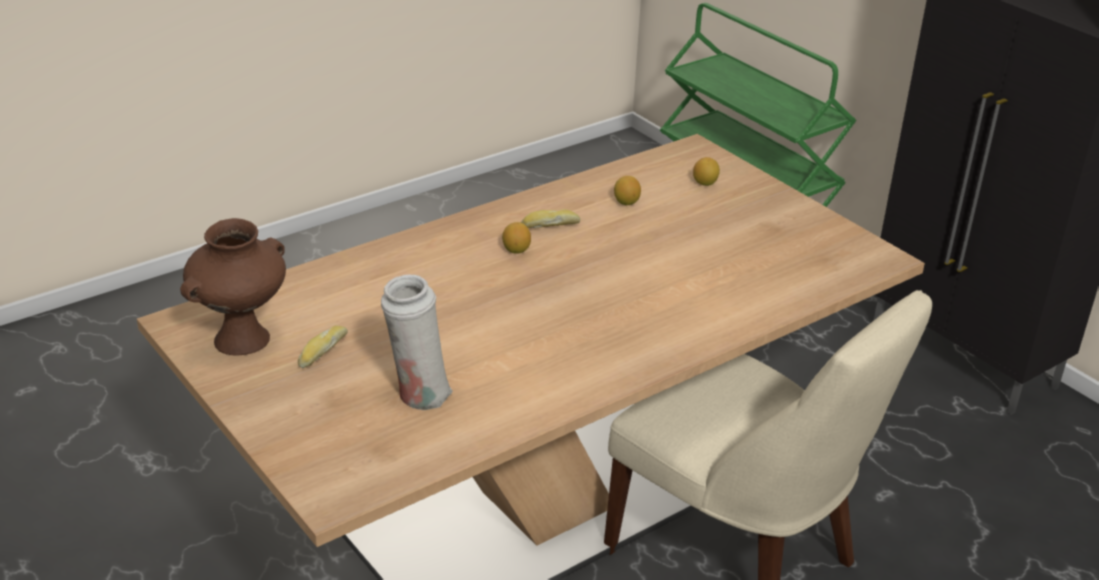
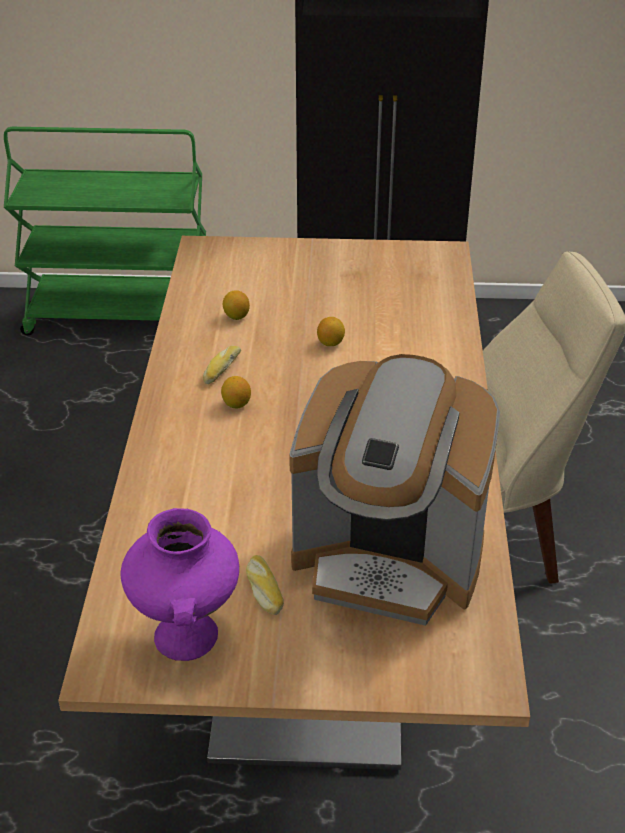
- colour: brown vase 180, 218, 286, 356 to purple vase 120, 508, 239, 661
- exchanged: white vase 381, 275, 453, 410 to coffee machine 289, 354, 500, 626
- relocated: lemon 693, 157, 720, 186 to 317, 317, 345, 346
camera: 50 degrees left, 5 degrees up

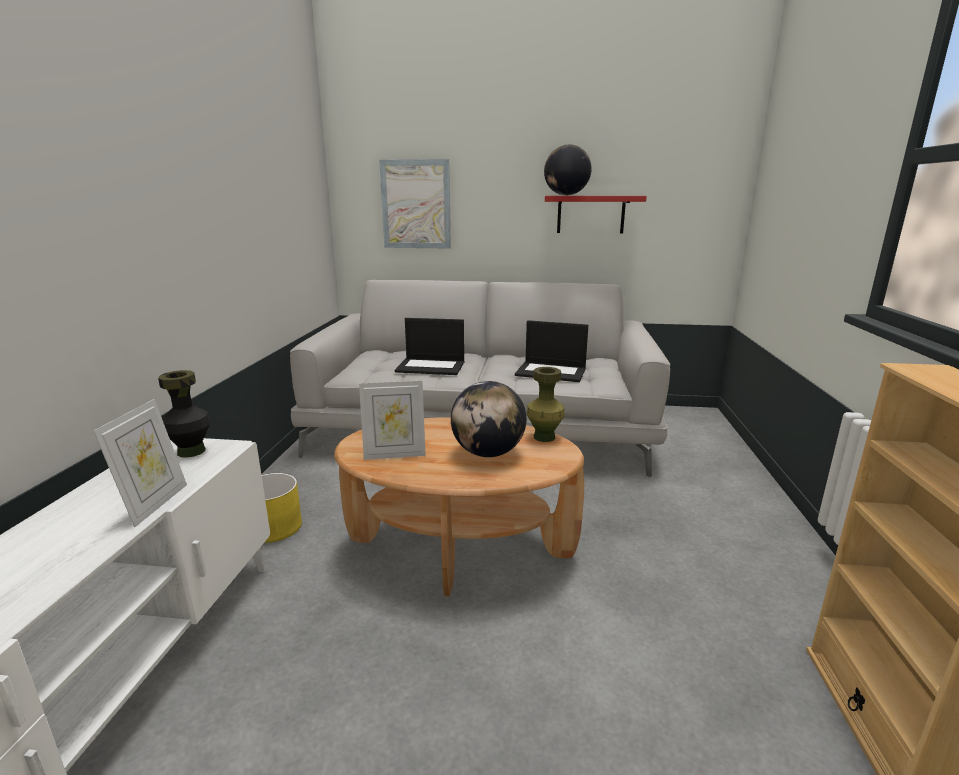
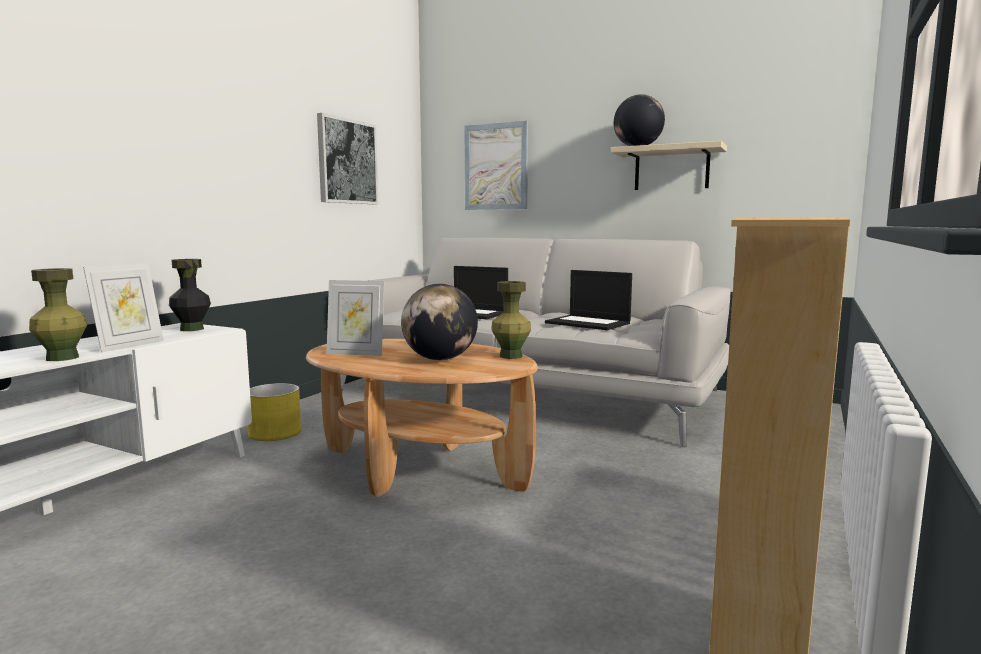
- appeared: green vase 29, 268, 87, 361
- appeared: picture 317, 113, 378, 204
- colour: red shelf 545, 196, 647, 234 to beige shelf 611, 141, 727, 190
camera: 20 degrees right, 10 degrees down

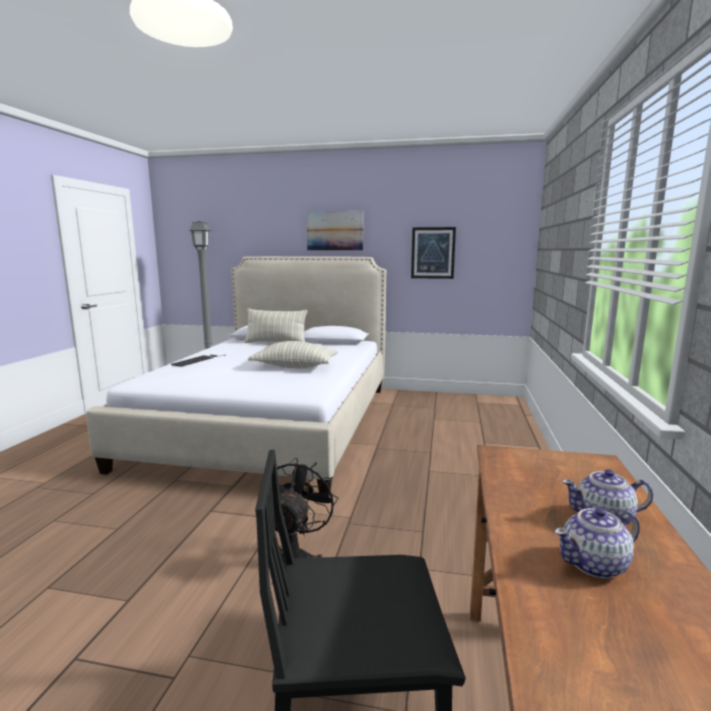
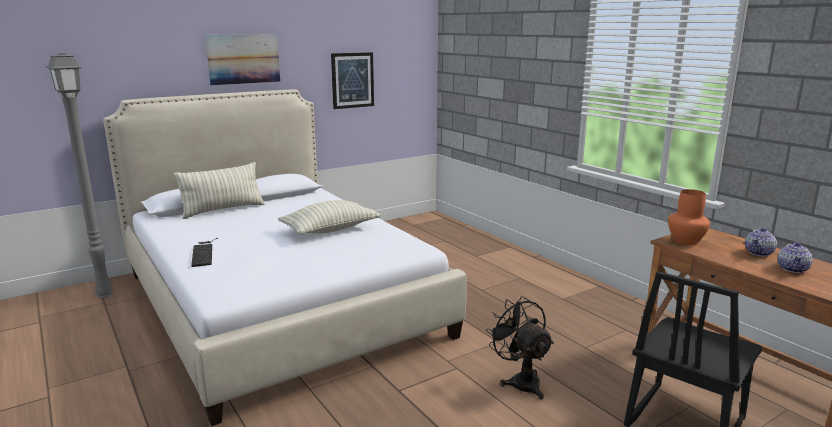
- appeared: orange vase 668, 189, 710, 245
camera: 45 degrees left, 5 degrees up

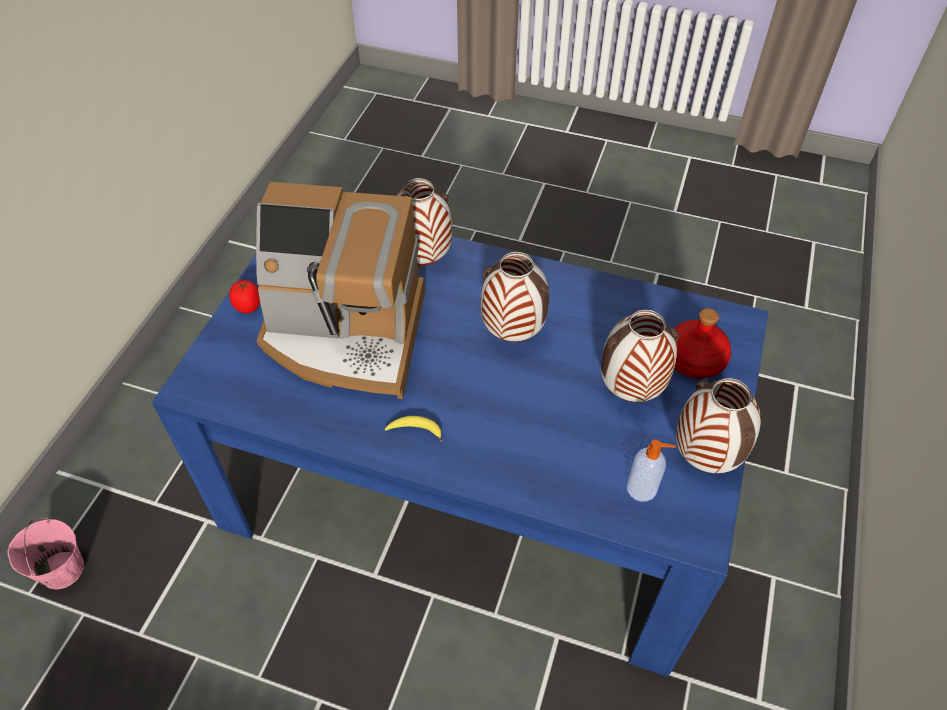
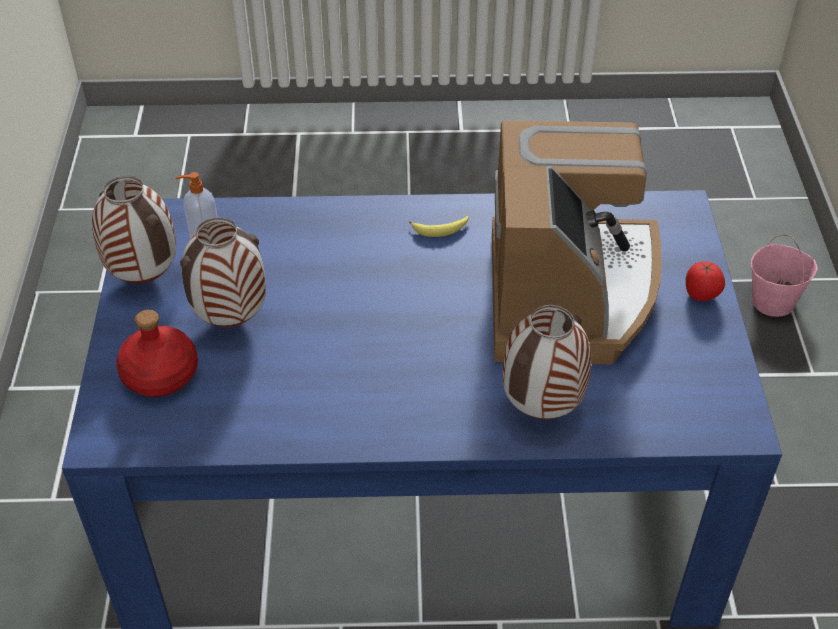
- spun: coffee machine 256, 182, 425, 399 = 492, 120, 662, 365 105 degrees clockwise
- missing: vase 481, 252, 549, 342
camera: 160 degrees right, 5 degrees down

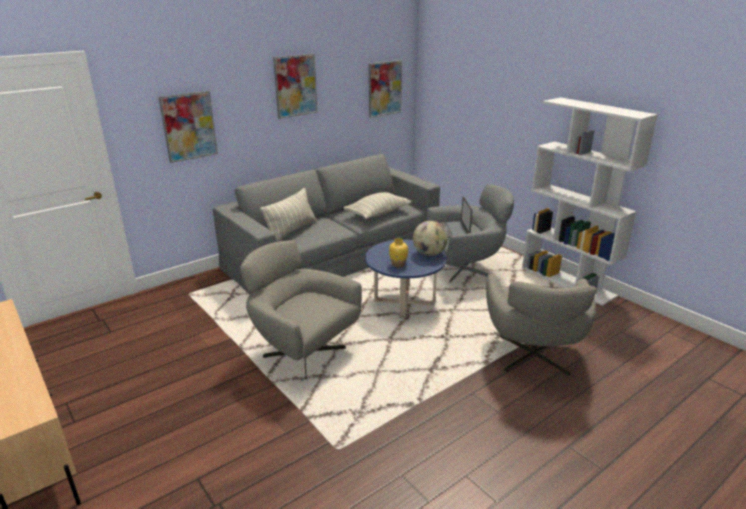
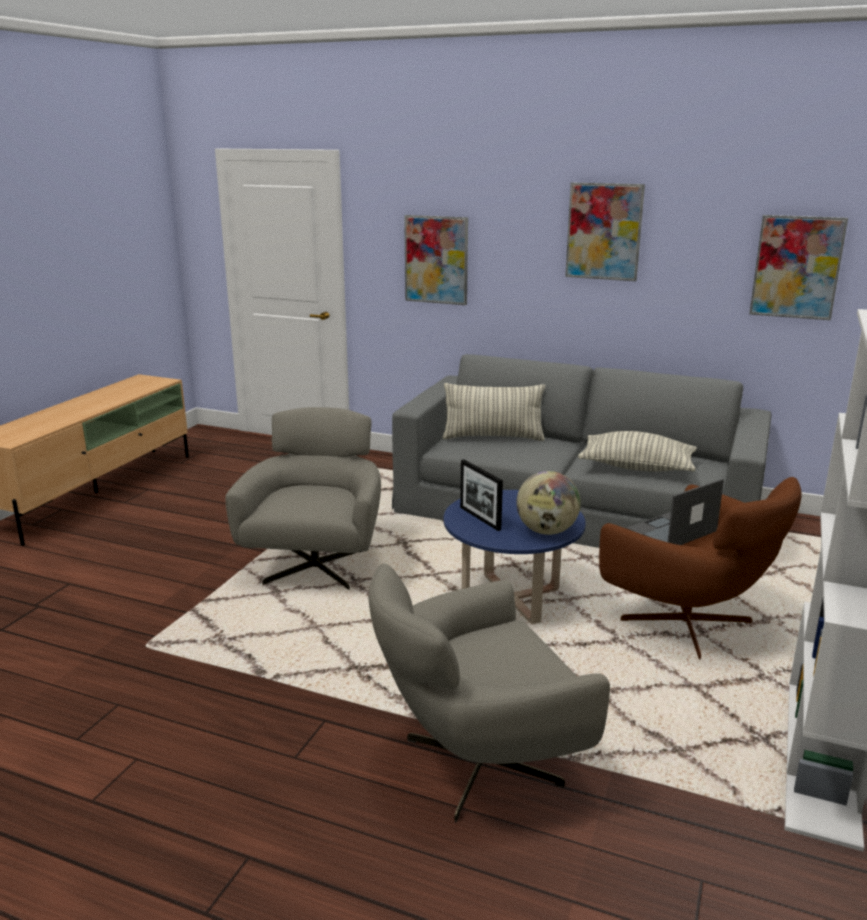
- exchanged: yellow vase 389, 238, 408, 267 to picture frame 460, 459, 503, 531
- colour: grey armchair 426, 184, 514, 283 to brown armchair 599, 477, 802, 659
camera: 60 degrees right, 5 degrees down

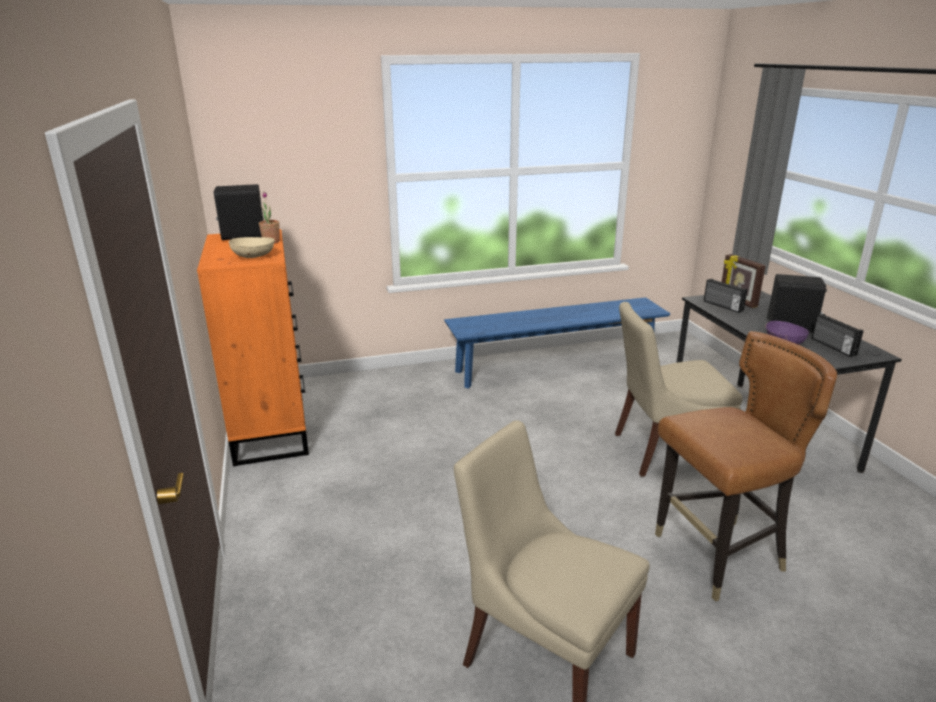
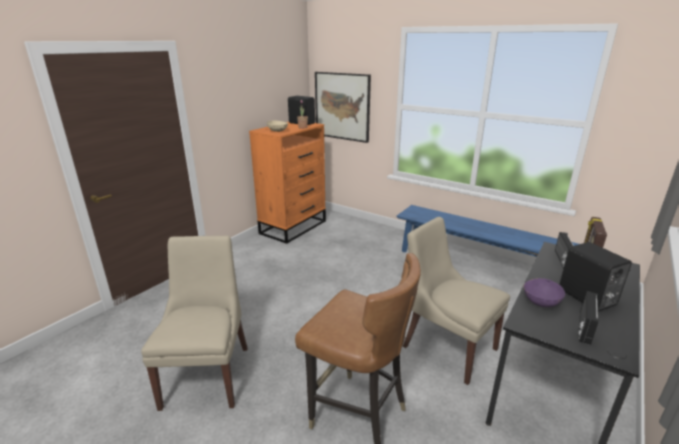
- appeared: picture 315, 72, 371, 143
camera: 50 degrees right, 0 degrees up

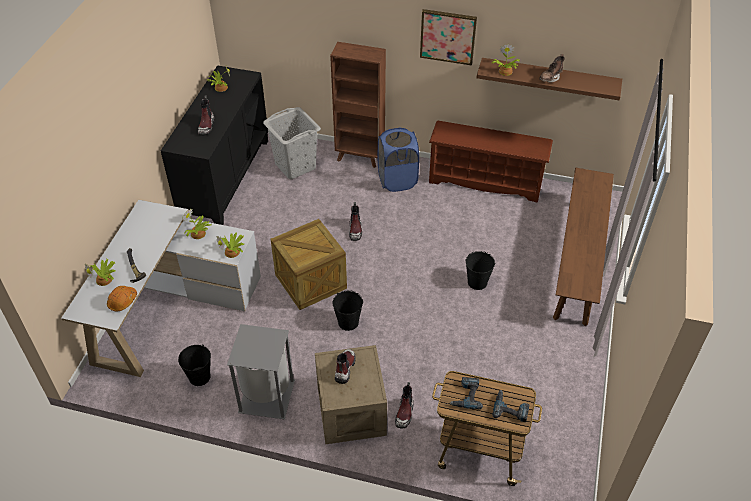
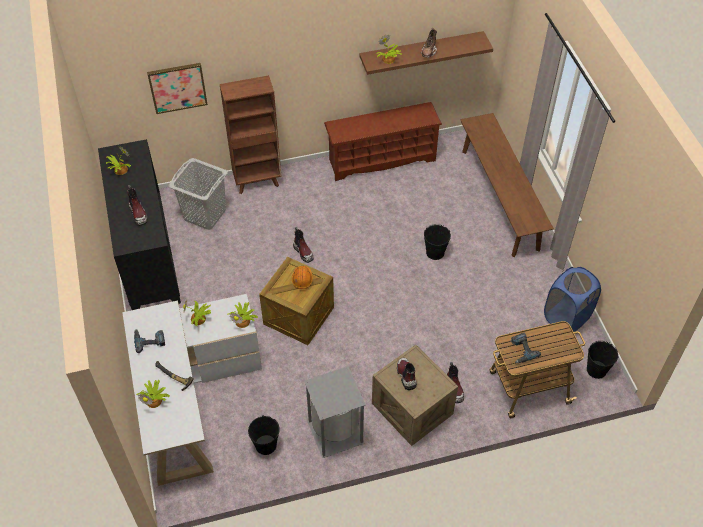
- relocated: power drill 492, 390, 530, 422 to 134, 329, 165, 353
- relocated: picture 420, 9, 477, 66 to 147, 63, 208, 114
- relocated: orange hard hat 107, 286, 137, 311 to 292, 266, 313, 289
- relocated: blue laundry basket 378, 127, 419, 192 to 544, 267, 601, 333
- relocated: black bucket 333, 290, 363, 331 to 587, 341, 619, 379
camera: 30 degrees left, 5 degrees up

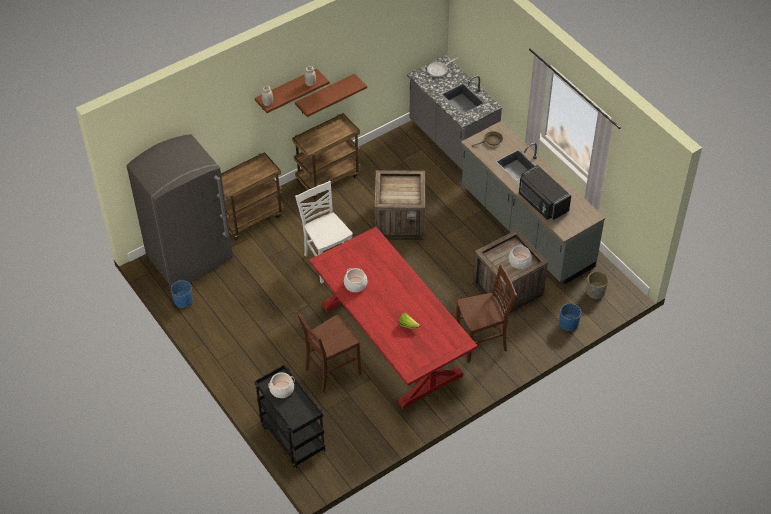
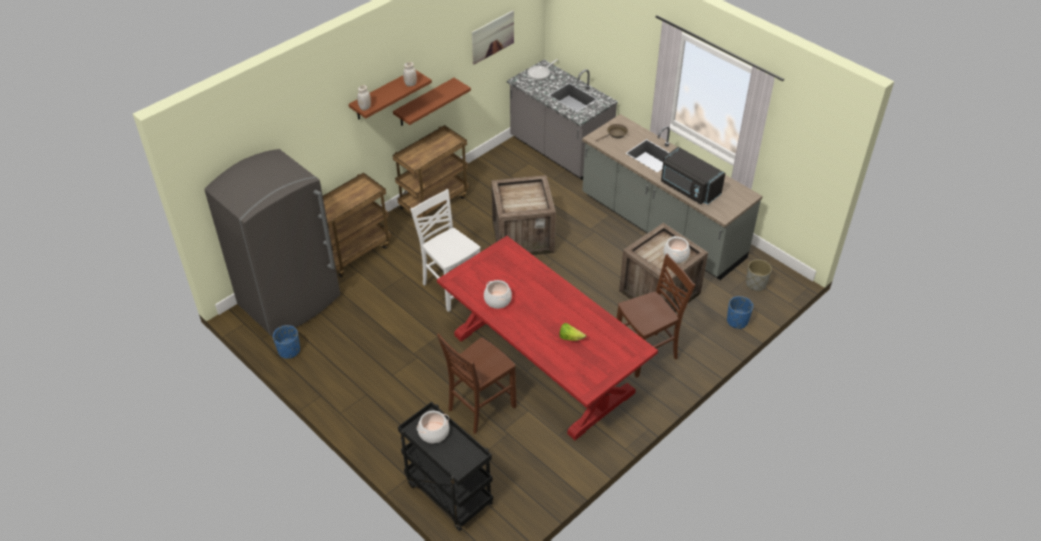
- appeared: picture 472, 10, 514, 65
camera: 10 degrees left, 5 degrees down

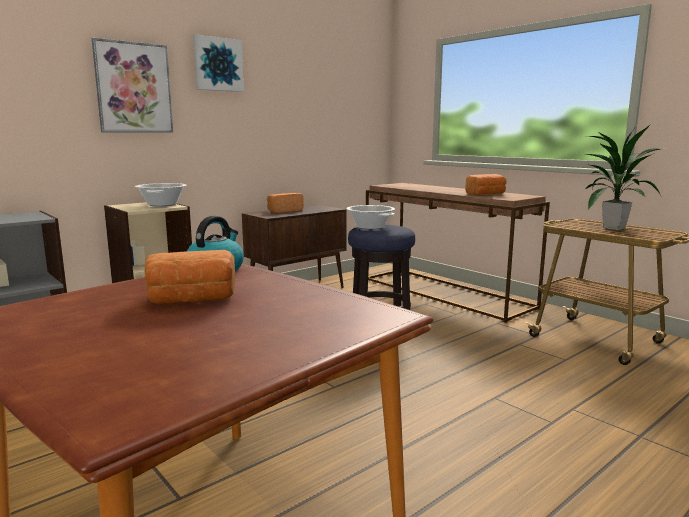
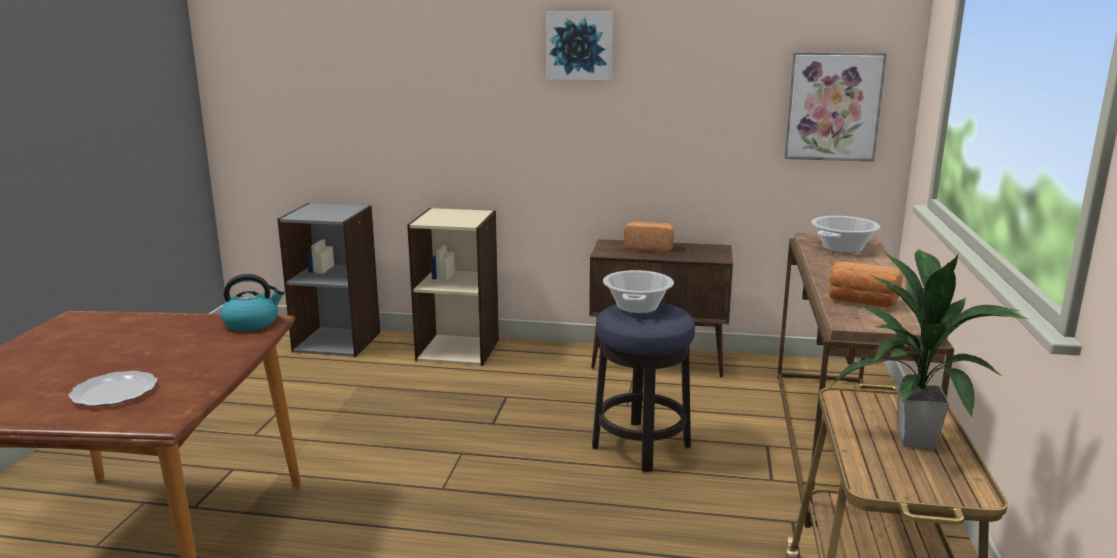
- appeared: plate 69, 371, 158, 406
- relocated: picture 92, 38, 173, 132 to 785, 52, 887, 162
- relocated: cooking pot 135, 183, 186, 206 to 811, 216, 880, 253
- missing: bread 145, 250, 235, 304
camera: 50 degrees right, 5 degrees up

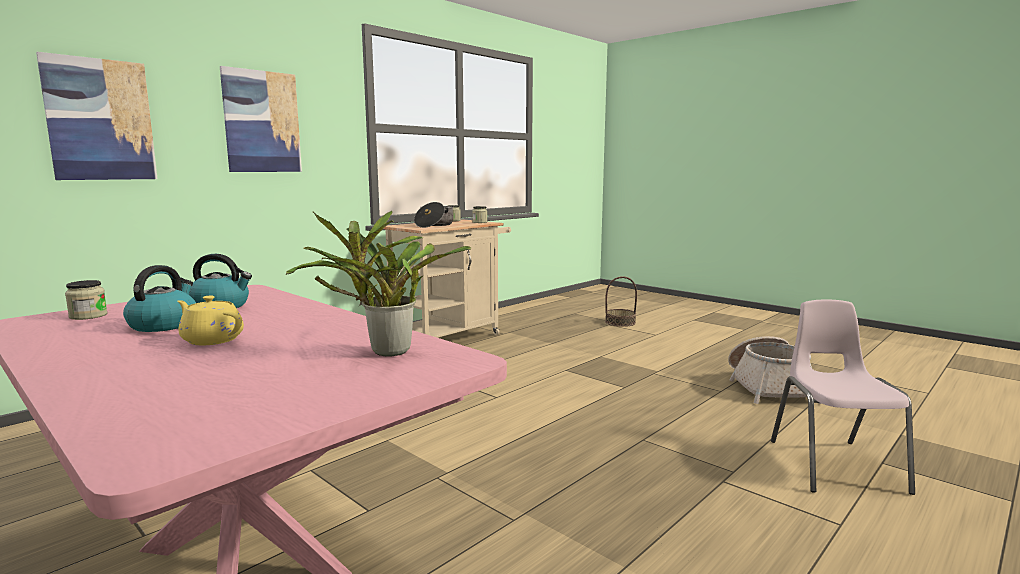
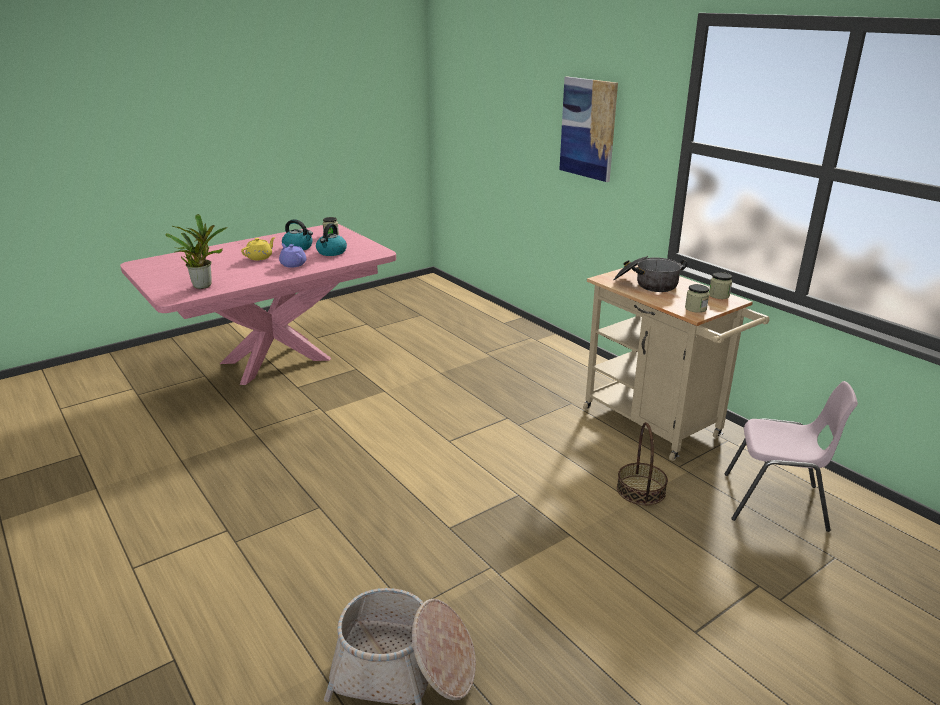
- appeared: purple teapot 279, 243, 307, 268
- relocated: basket 605, 276, 637, 327 to 617, 422, 668, 505
- relocated: pink chair 771, 300, 915, 495 to 725, 381, 858, 532
- missing: picture 36, 52, 158, 180
camera: 100 degrees right, 15 degrees up

